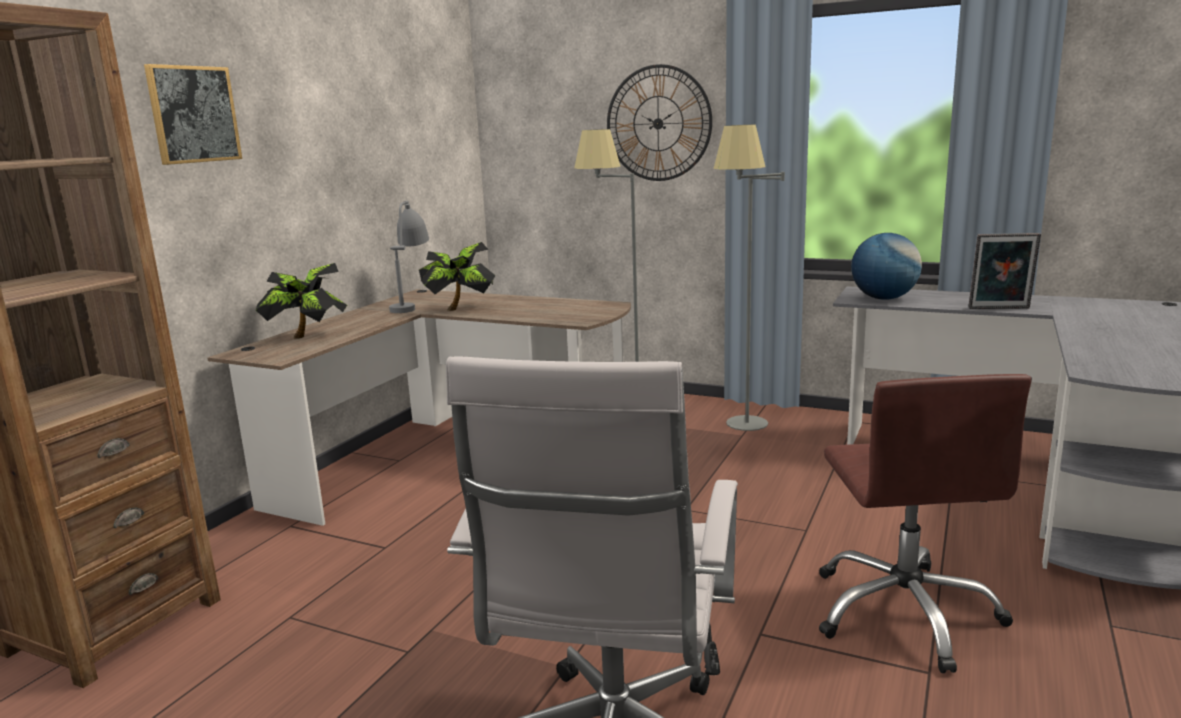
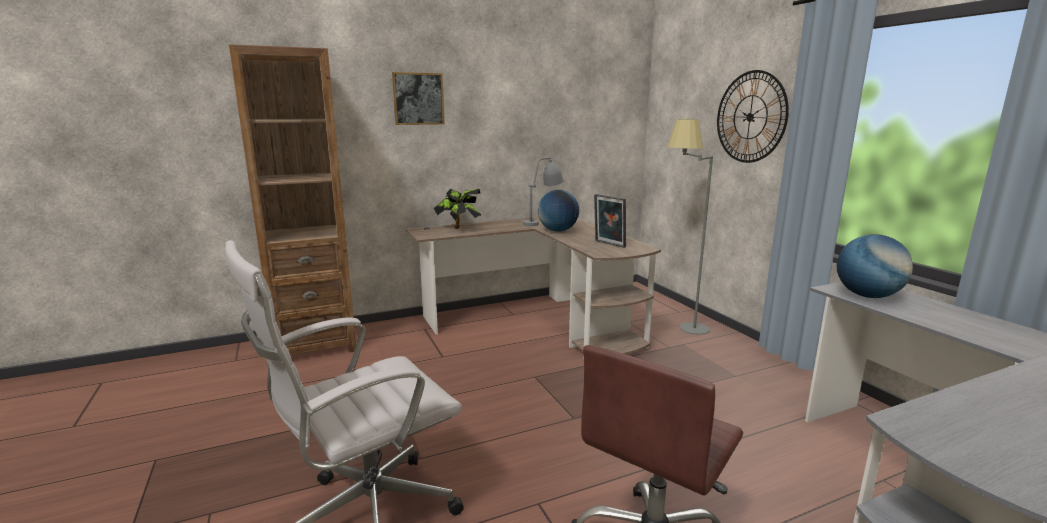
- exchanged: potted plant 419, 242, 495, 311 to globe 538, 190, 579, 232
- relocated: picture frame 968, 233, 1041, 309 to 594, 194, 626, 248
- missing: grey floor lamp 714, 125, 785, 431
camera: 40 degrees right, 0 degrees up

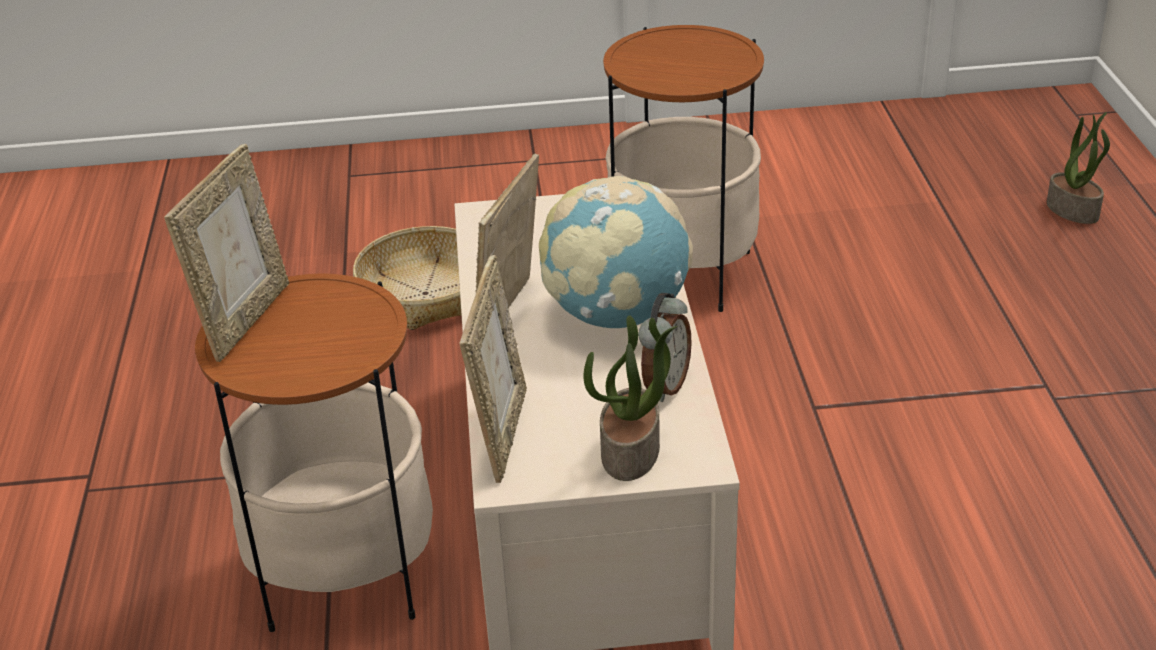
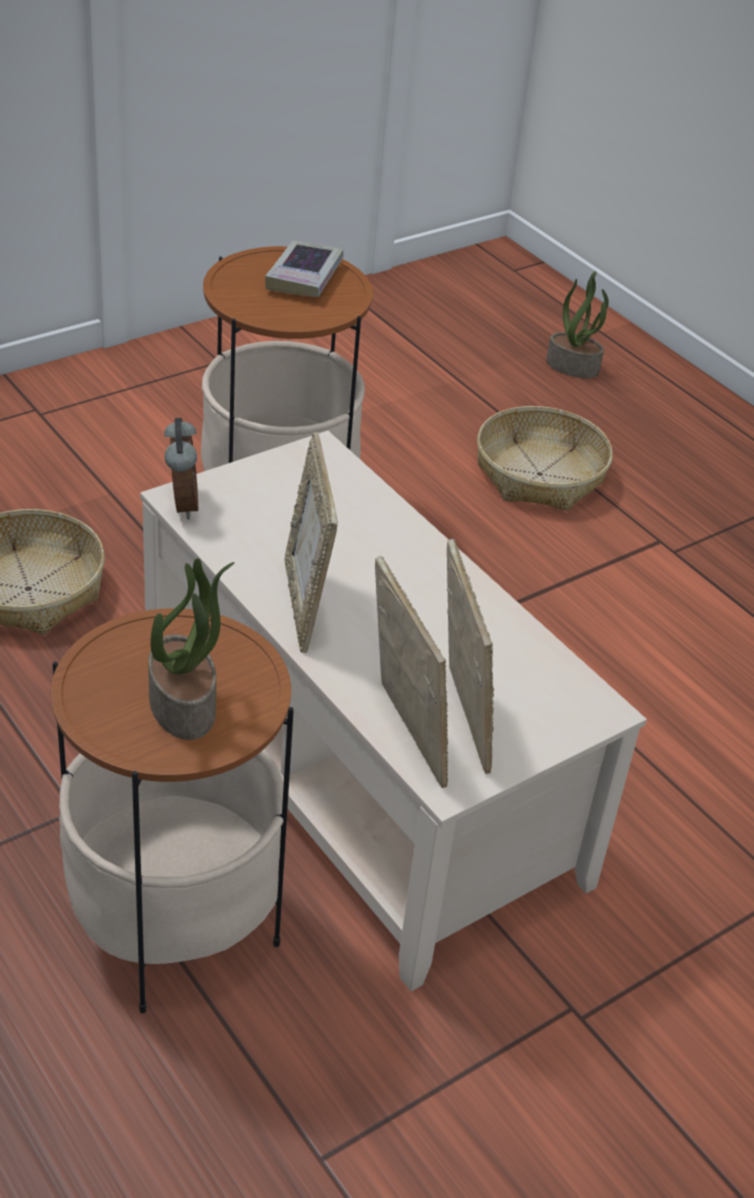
- relocated: potted plant 584, 315, 678, 481 to 148, 558, 235, 740
- relocated: alarm clock 638, 293, 692, 402 to 164, 418, 198, 519
- appeared: book 265, 241, 343, 297
- relocated: picture frame 164, 144, 289, 362 to 447, 539, 494, 774
- appeared: basket 477, 406, 613, 511
- missing: globe 539, 176, 693, 328
camera: 35 degrees left, 5 degrees up

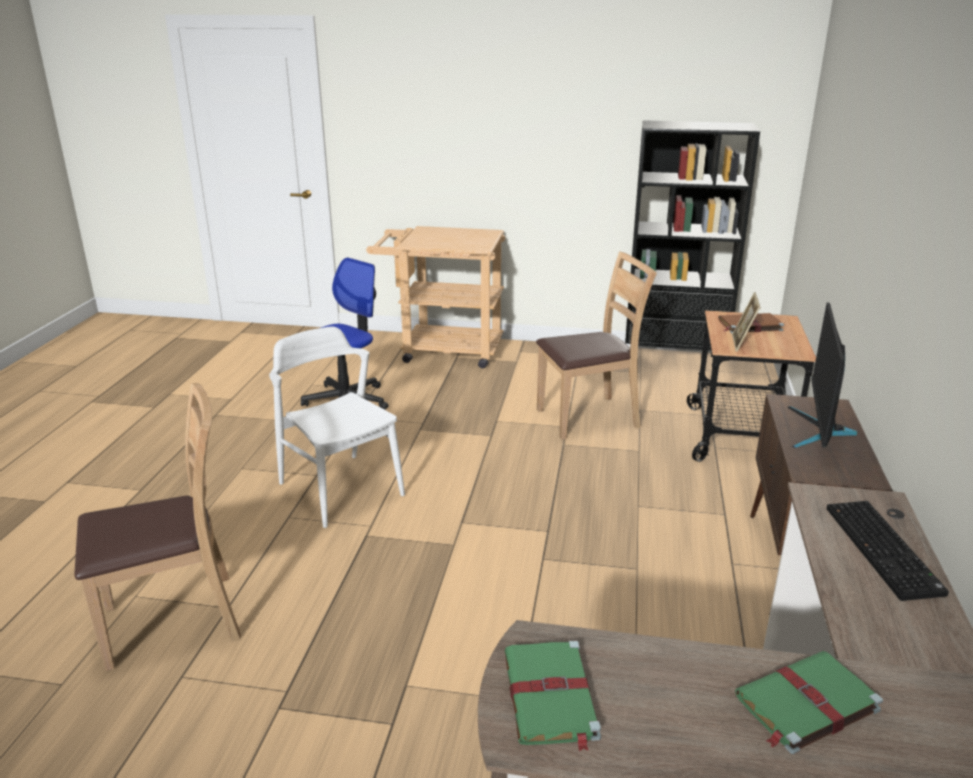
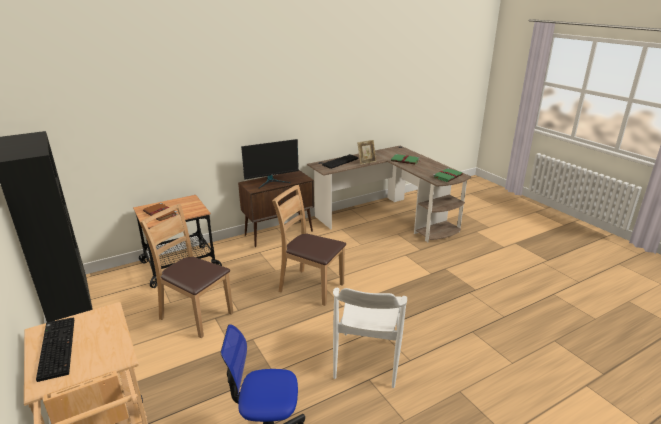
- appeared: keyboard 36, 317, 74, 382
- relocated: brown chair 74, 383, 241, 671 to 272, 185, 346, 306
- relocated: picture frame 732, 292, 760, 352 to 357, 140, 376, 165
camera: 130 degrees left, 0 degrees up

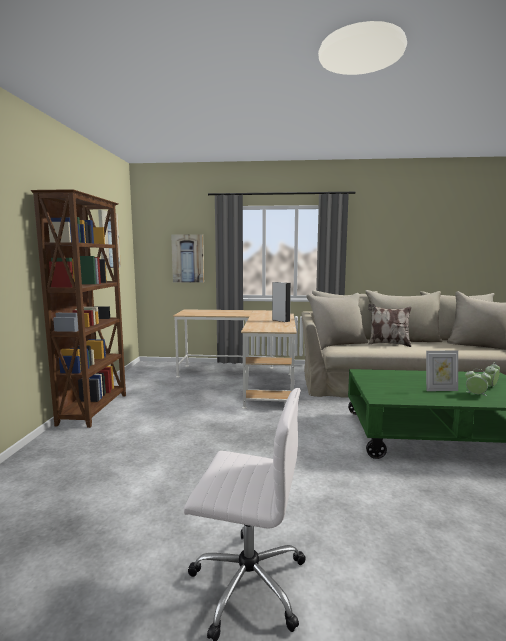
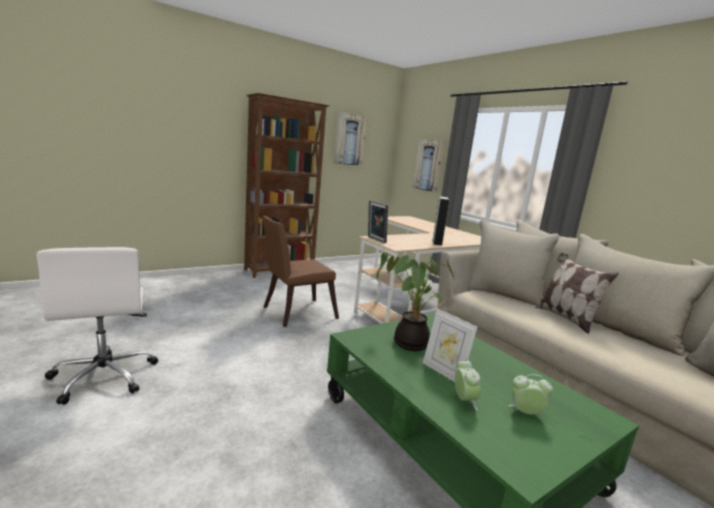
- appeared: brown chair 262, 215, 339, 327
- appeared: picture frame 368, 200, 388, 243
- appeared: potted plant 376, 252, 454, 351
camera: 50 degrees right, 5 degrees up

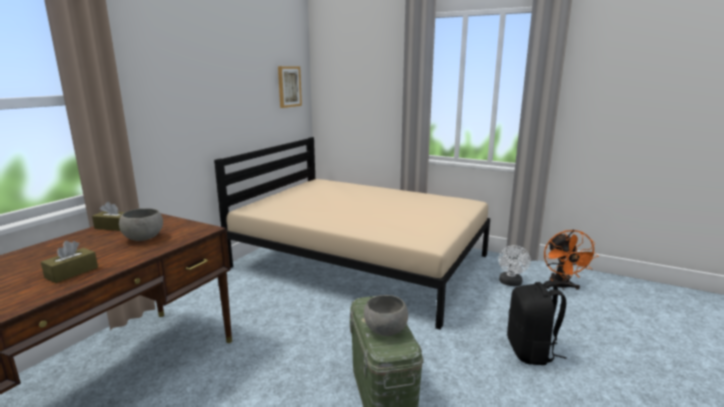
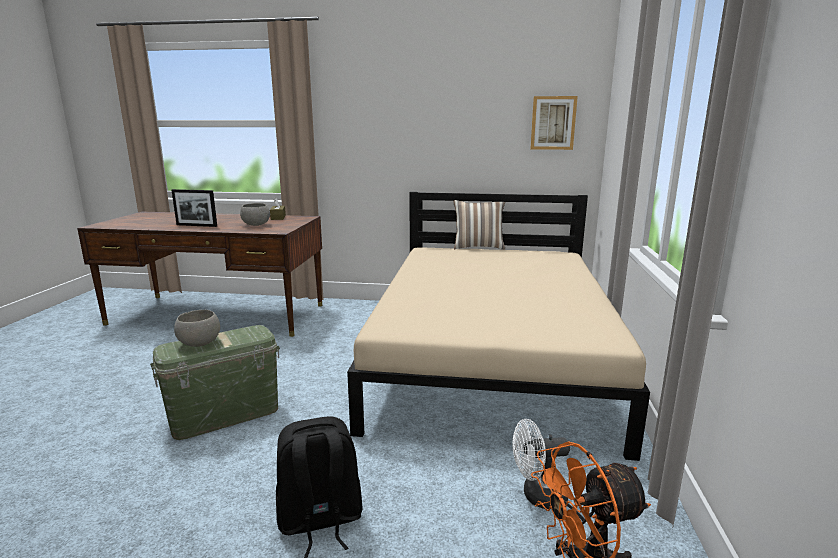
- exchanged: brown tissue box 41, 241, 98, 283 to picture frame 172, 189, 217, 227
- appeared: pillow 453, 200, 506, 250
camera: 70 degrees right, 0 degrees up

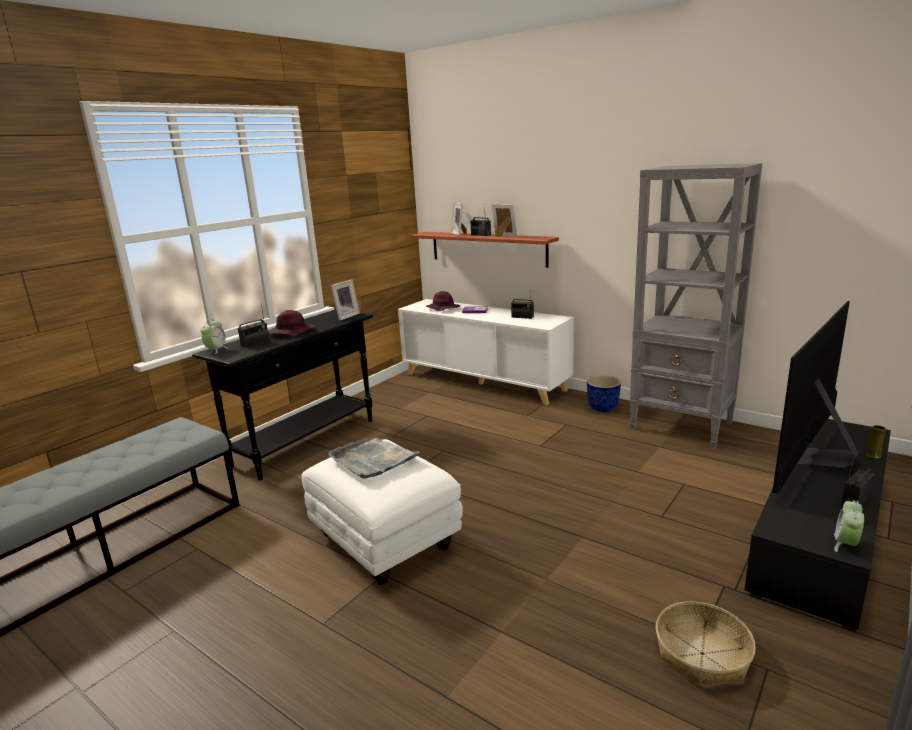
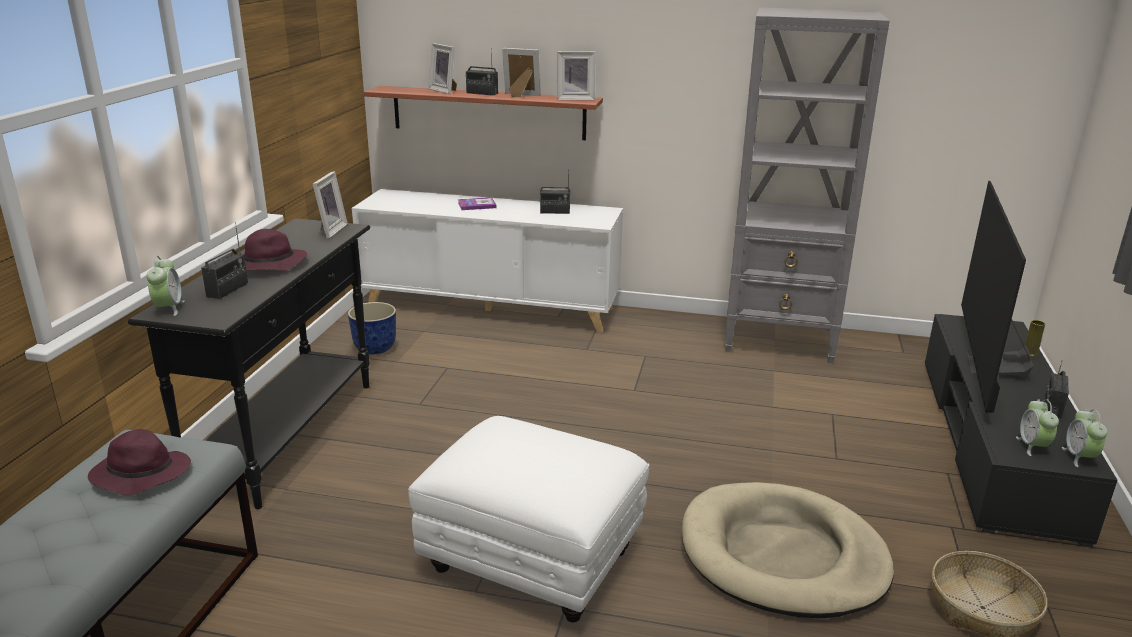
- relocated: purple hat 426, 291, 460, 311 to 88, 429, 191, 496
- relocated: planter 587, 375, 621, 412 to 348, 302, 396, 354
- appeared: picture frame 557, 51, 596, 100
- appeared: beige dog bed 682, 482, 894, 618
- appeared: alarm clock 1016, 399, 1059, 456
- missing: grey tray 328, 438, 420, 479
camera: 25 degrees left, 5 degrees up

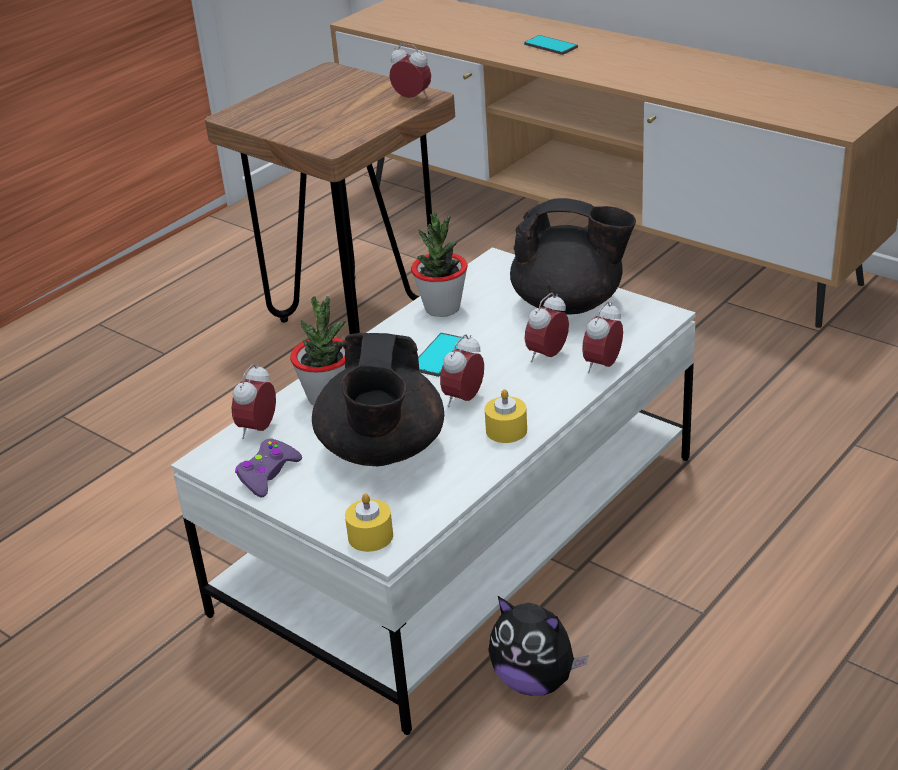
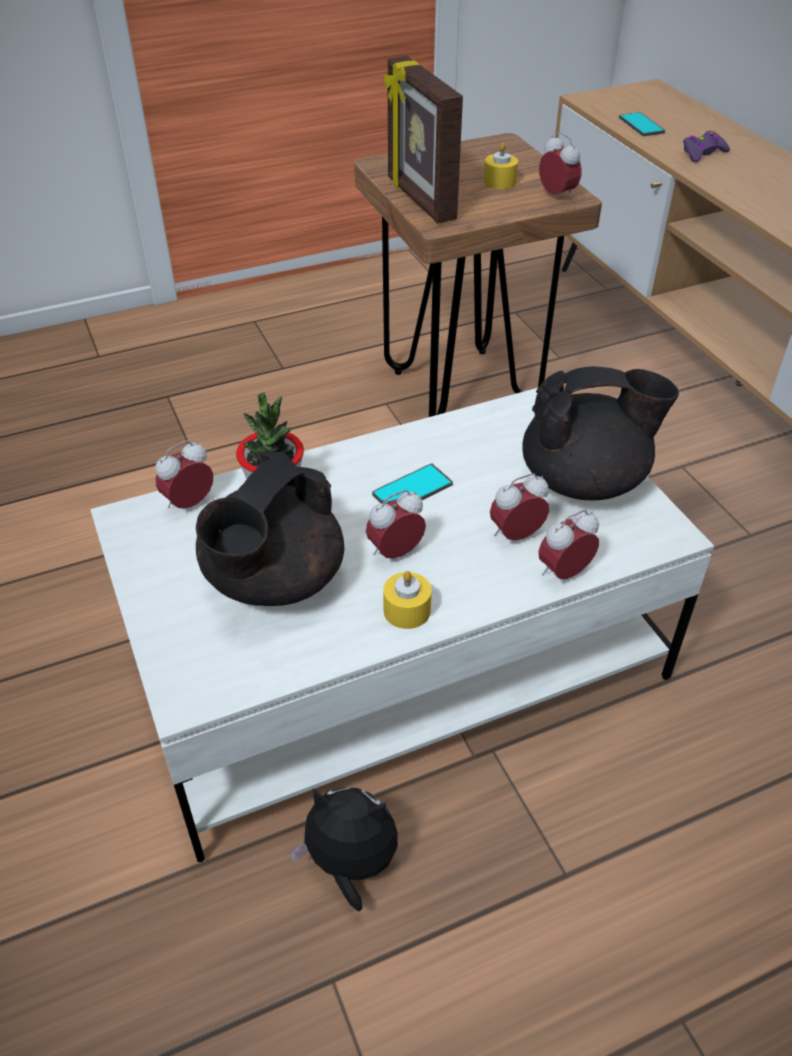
- spun: plush toy 488, 596, 589, 696 = 290, 787, 398, 912 135 degrees clockwise
- appeared: picture frame 384, 56, 463, 223
- relocated: yellow candle 345, 493, 393, 552 to 483, 142, 518, 189
- spun: black teapot 510, 198, 636, 315 = 522, 366, 679, 500 45 degrees counterclockwise
- relocated: phone 524, 35, 578, 55 to 619, 112, 665, 136
- relocated: purple game controller 235, 439, 302, 497 to 683, 131, 730, 162
- missing: potted plant 411, 212, 468, 317
camera: 25 degrees right, 10 degrees up

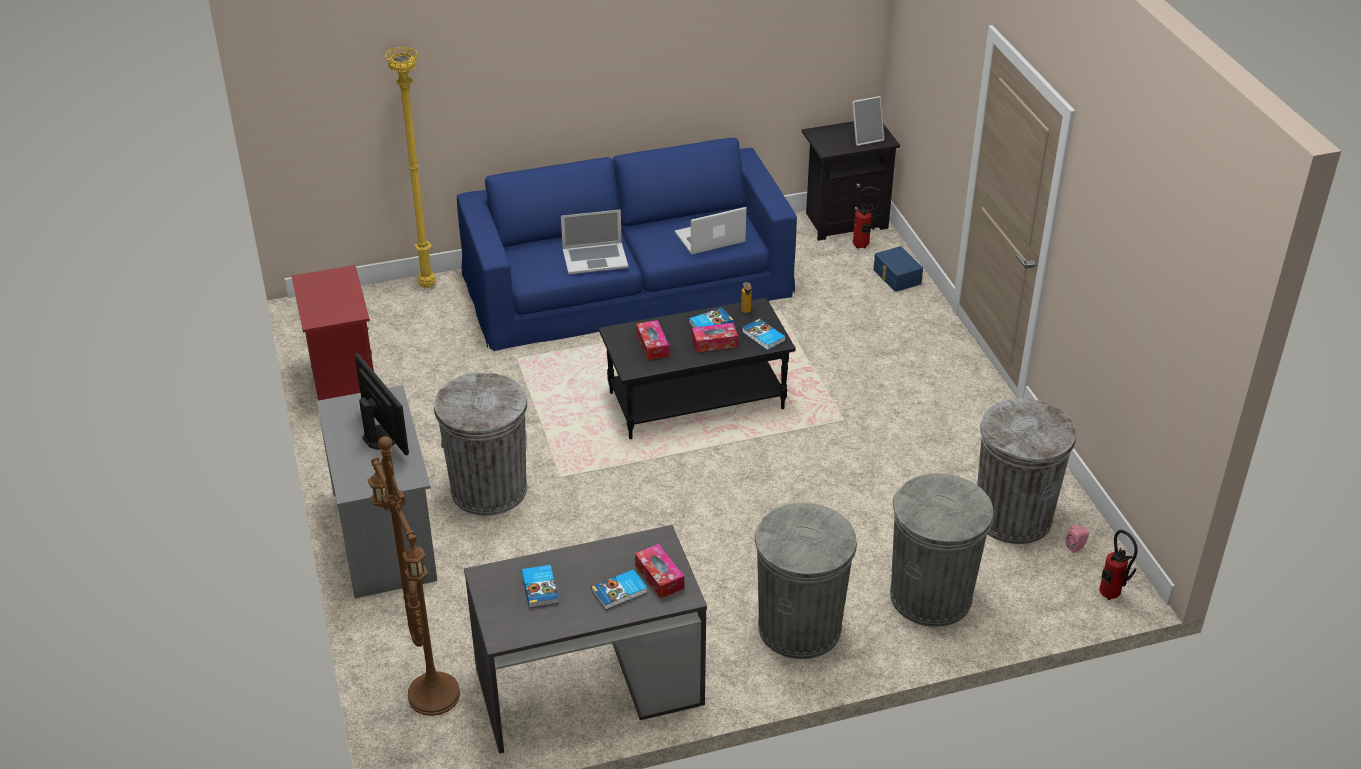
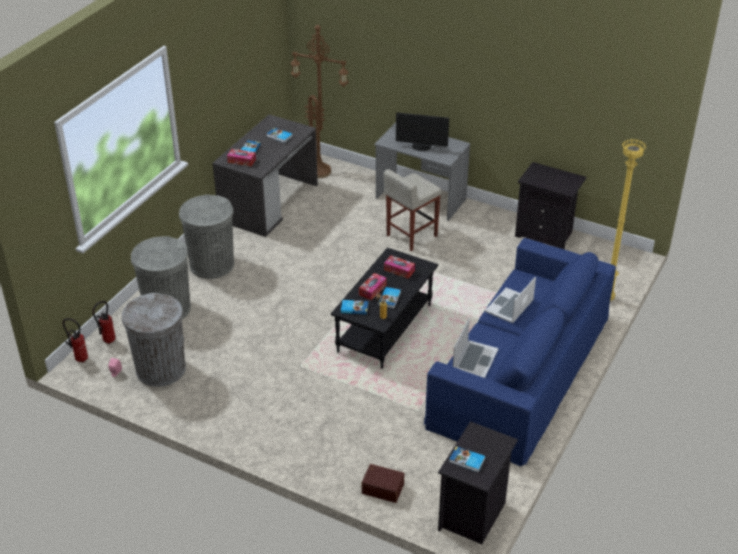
- relocated: fire extinguisher 853, 187, 881, 249 to 92, 301, 116, 344
- colour: blue storage box 873, 246, 923, 292 to brown storage box 362, 464, 404, 503
- exchanged: grey trash can 434, 372, 528, 516 to beige stool 384, 169, 442, 251
- exchanged: picture frame 852, 96, 884, 146 to book 449, 446, 485, 472
- colour: red nightstand 292, 265, 374, 401 to black nightstand 515, 162, 586, 250
camera: 135 degrees right, 0 degrees up

